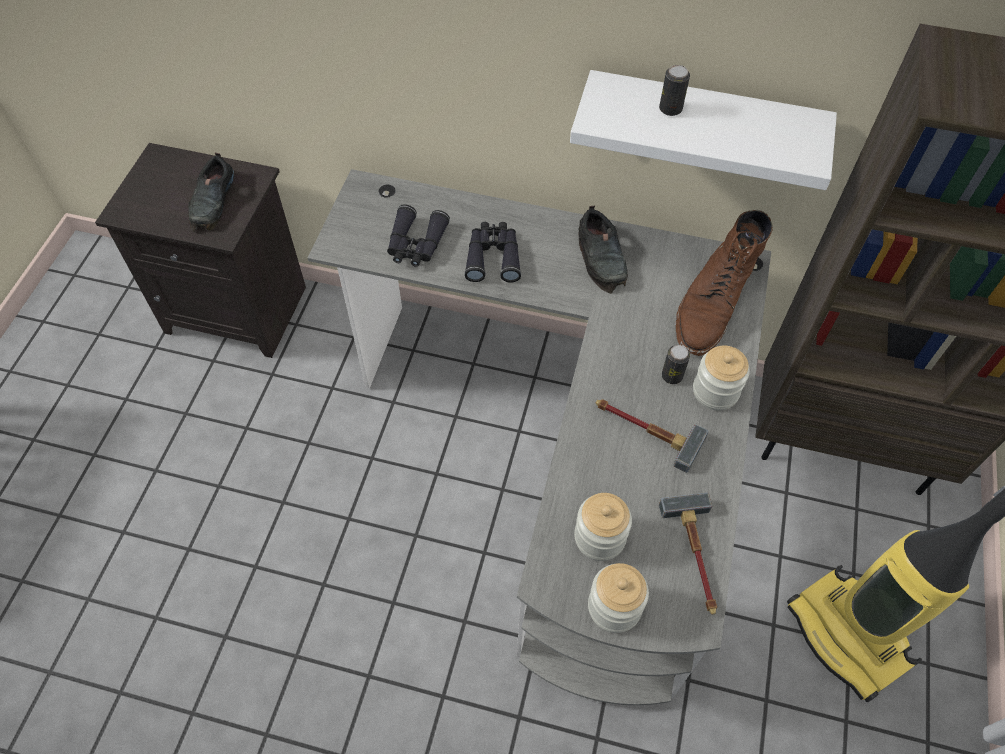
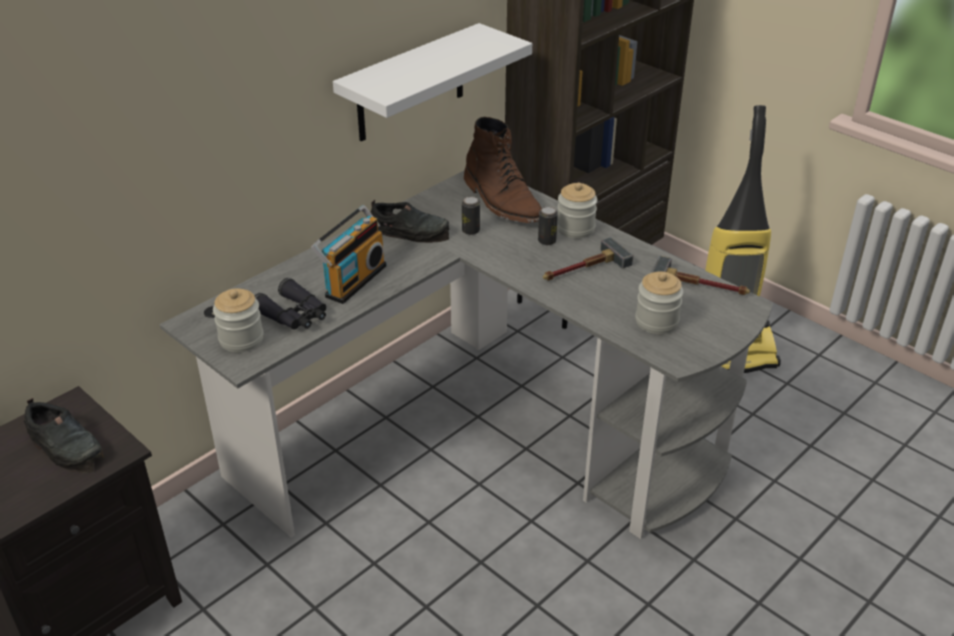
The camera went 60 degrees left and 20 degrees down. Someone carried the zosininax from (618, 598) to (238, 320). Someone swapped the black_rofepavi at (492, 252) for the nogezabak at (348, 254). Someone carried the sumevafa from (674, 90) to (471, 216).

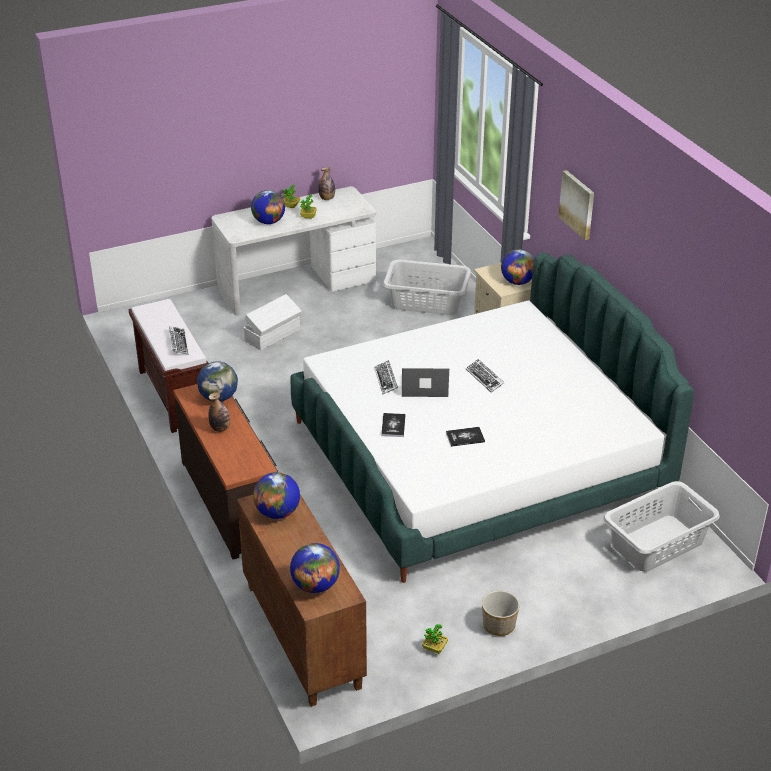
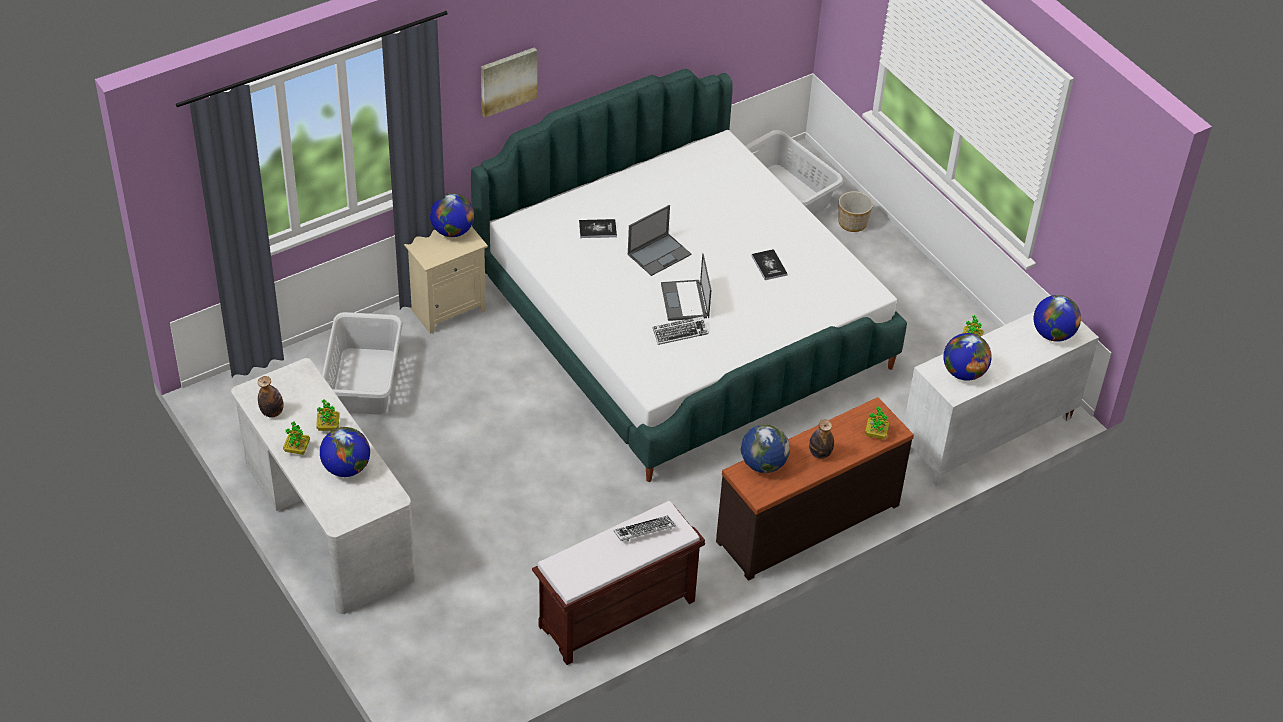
The camera went 100 degrees left and 10 degrees up. Someone carried the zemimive from (393, 425) to (598, 228). Someone swapped the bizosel at (485, 376) for the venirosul at (659, 240). Someone carried the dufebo from (501, 613) to (855, 211). Someone put down the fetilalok at (877, 423). Someone repainted the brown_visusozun at (302, 600), which became the white_visusozun at (1001, 398). Someone took away the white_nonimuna at (273, 322).

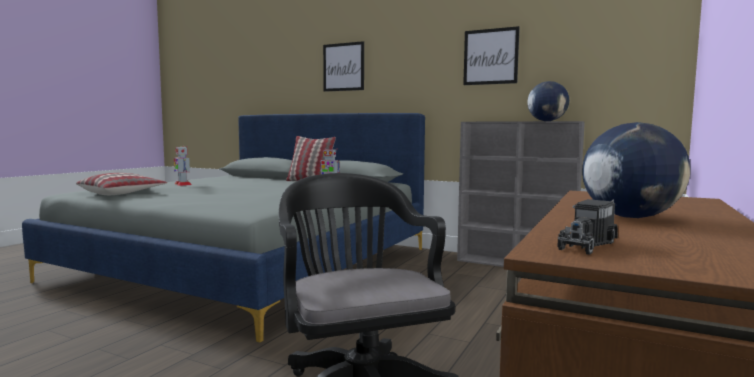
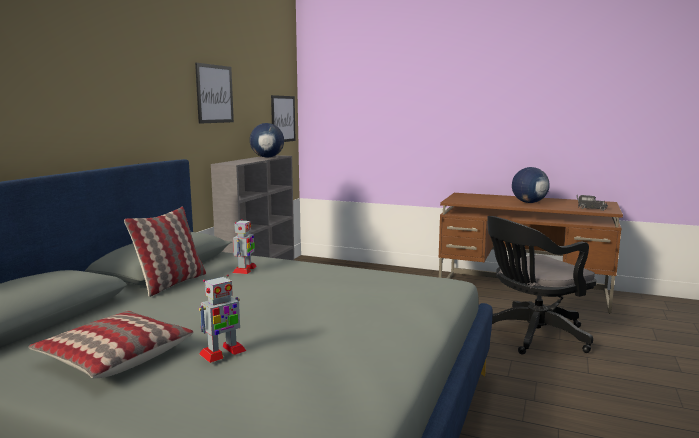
The camera went 95 degrees left and 5 degrees up. Someone carried the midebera from (121, 184) to (111, 345). Someone carried the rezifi from (343, 66) to (283, 118).

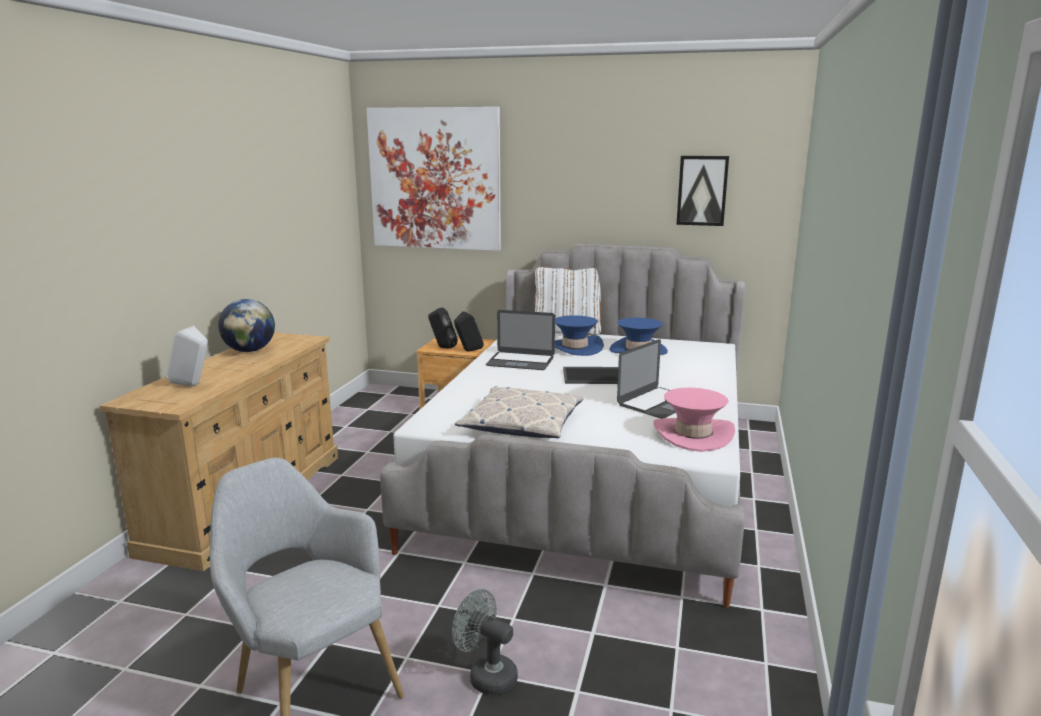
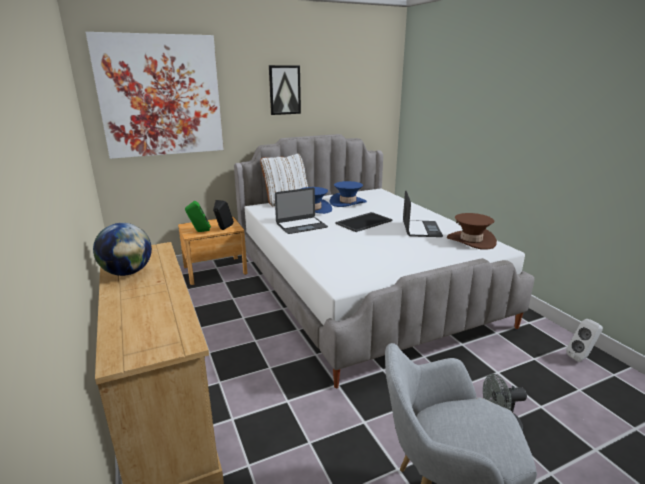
The camera went 40 degrees left and 5 degrees up. Someone repainted the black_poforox at (443, 328), which became the green_poforox at (198, 216). Someone carried the rezifi from (702, 191) to (285, 90). Someone repainted the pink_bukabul at (694, 419), which became the brown_bukabul at (472, 231). Someone carried the white_poforox from (187, 356) to (584, 340). Someone took away the midebera at (519, 412).

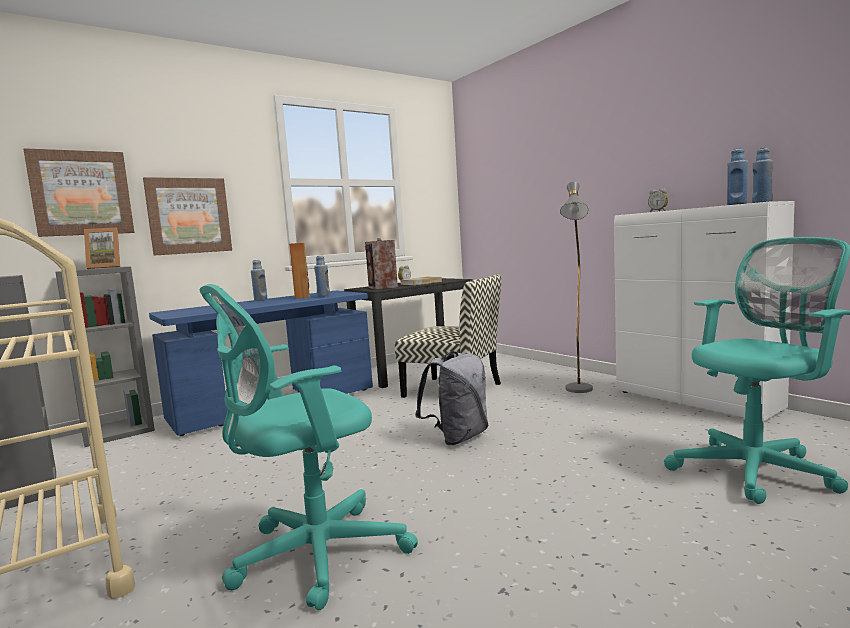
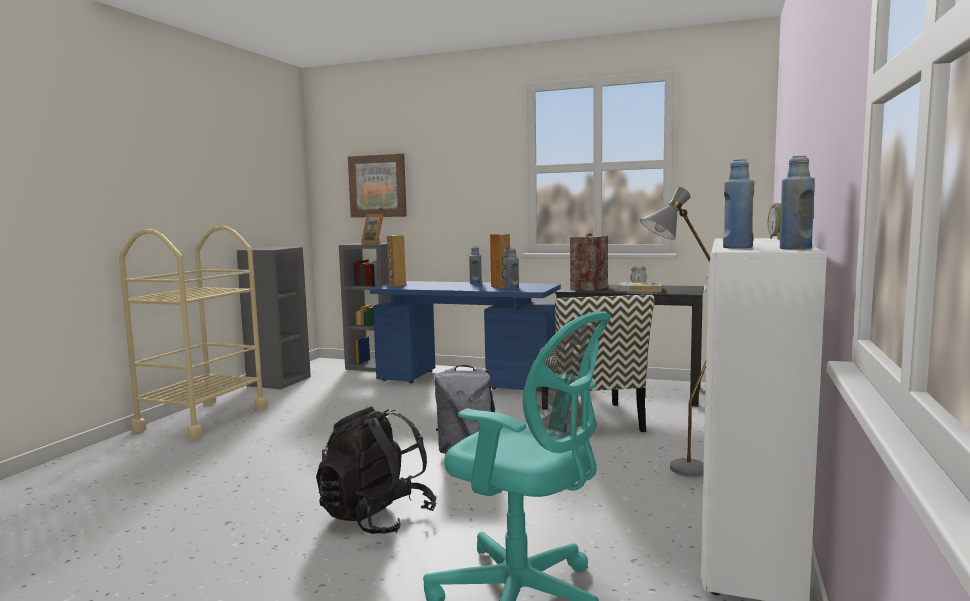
The camera went 55 degrees right and 0 degrees up. Someone put down the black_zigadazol at (376, 470). Someone put down the brown_poforox at (396, 260). Someone took away the rezifi at (187, 216). Someone took away the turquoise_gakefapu at (308, 447).

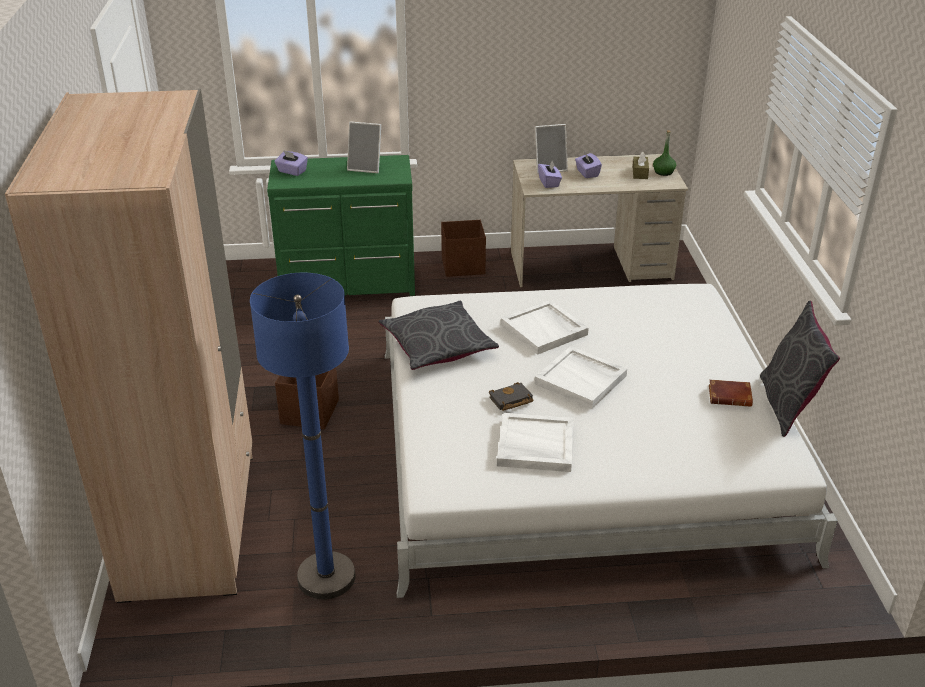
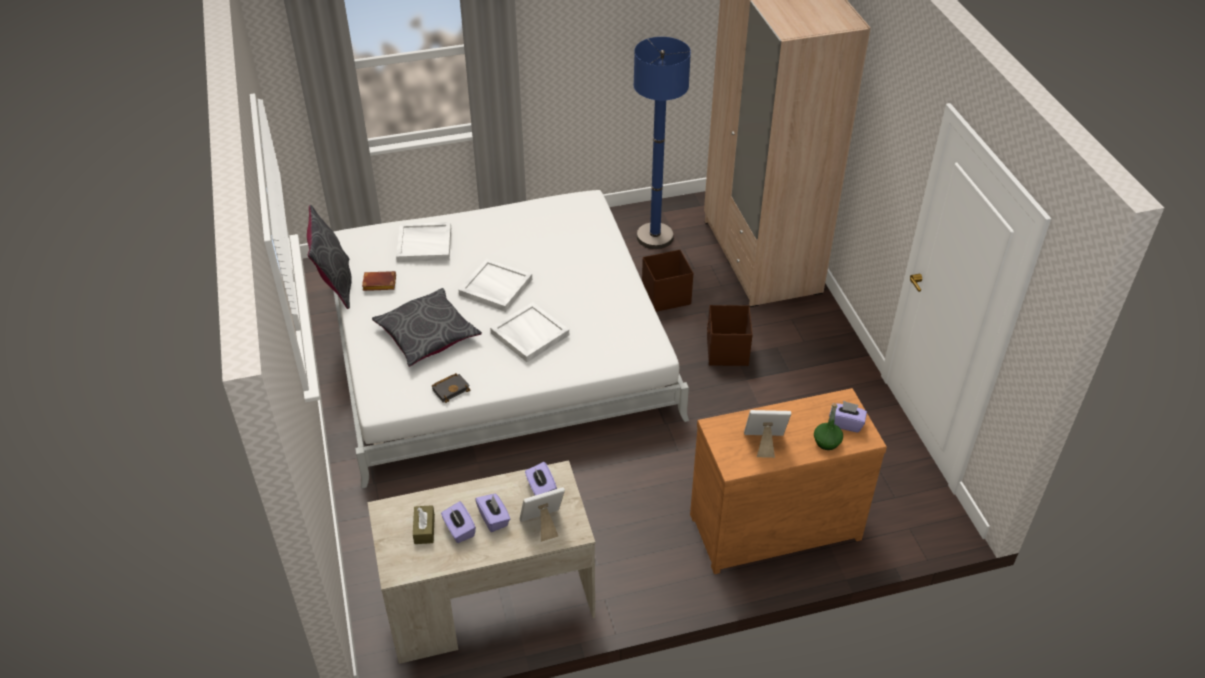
The camera went 170 degrees right and 10 degrees up. Someone carried the grey_midebera from (438, 335) to (427, 327). Someone carried the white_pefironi from (535, 442) to (423, 242). Someone carried the black_zemimive from (511, 396) to (451, 388). Someone put down the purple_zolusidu at (458, 522). Someone carried the brown_nonimuna from (463, 248) to (667, 281). Someone repainted the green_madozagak at (341, 225), which became the brown_madozagak at (788, 481). Someone carried the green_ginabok from (664, 153) to (828, 426).

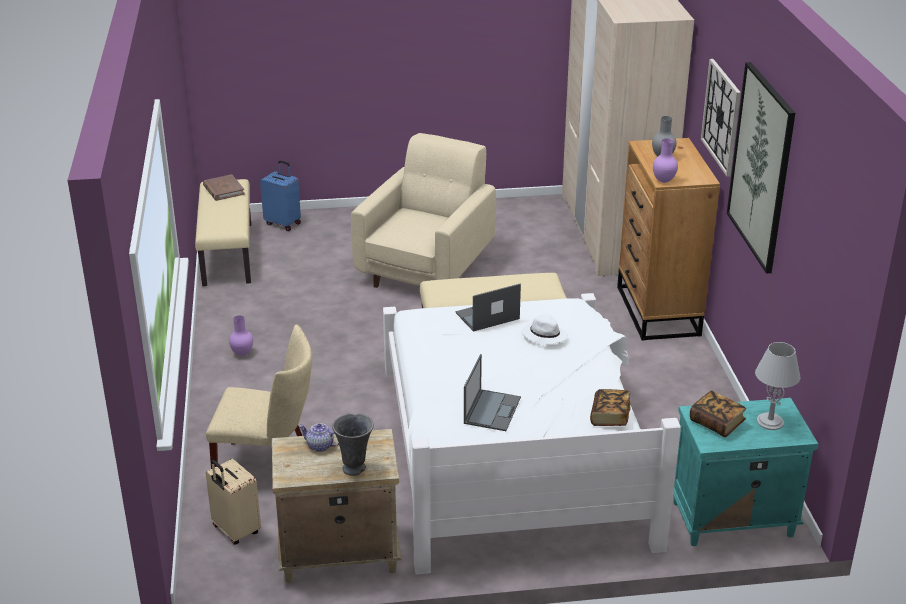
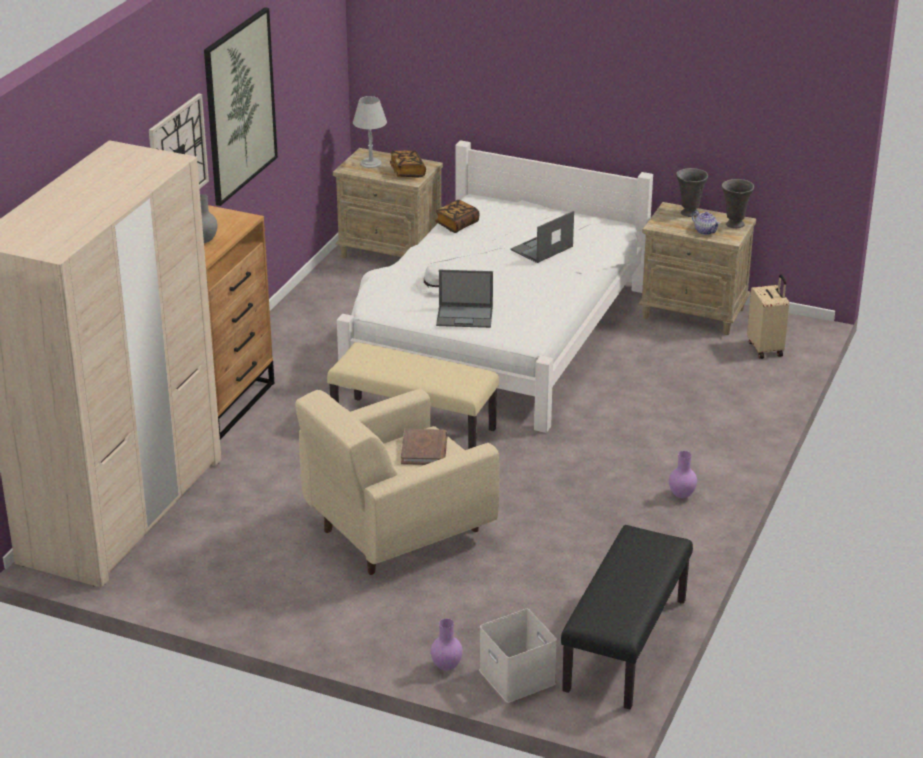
The camera went 150 degrees left and 0 degrees up. Someone repainted the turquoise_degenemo at (746, 472), which became the beige_degenemo at (388, 203). Someone carried the brown_zemimive from (224, 187) to (424, 447). Someone carried the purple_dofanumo from (665, 160) to (447, 645). Someone swapped the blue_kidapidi at (280, 195) for the white_nonimuna at (518, 656). Someone repainted the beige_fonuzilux at (223, 232), which became the black_fonuzilux at (627, 617). Someone put down the grey_dofanumo at (738, 203). Someone took away the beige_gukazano at (259, 397).

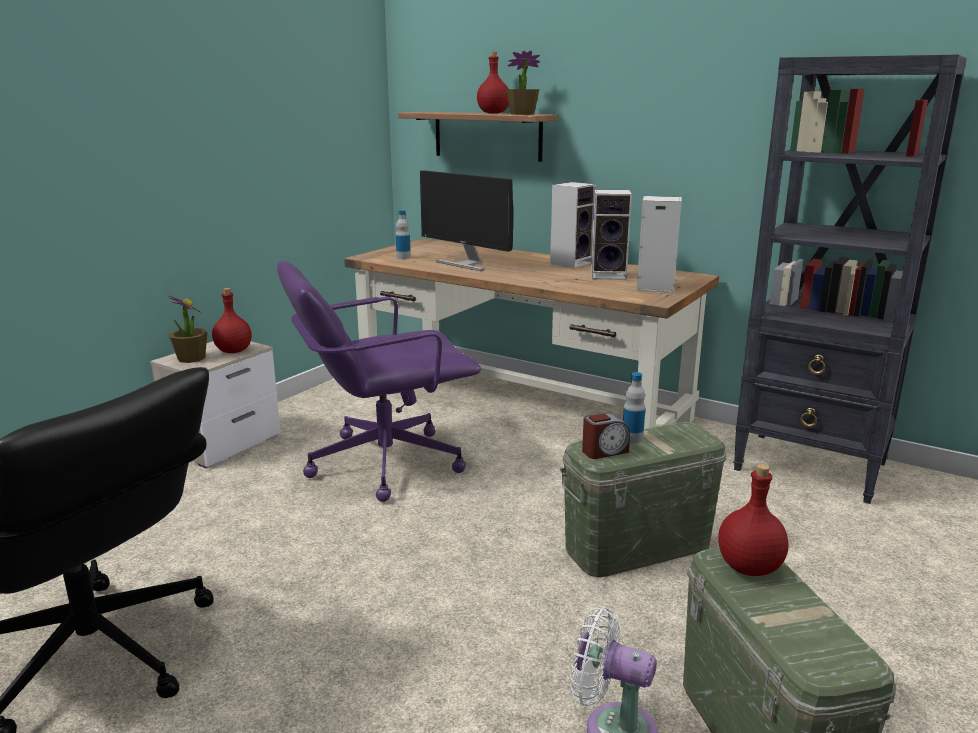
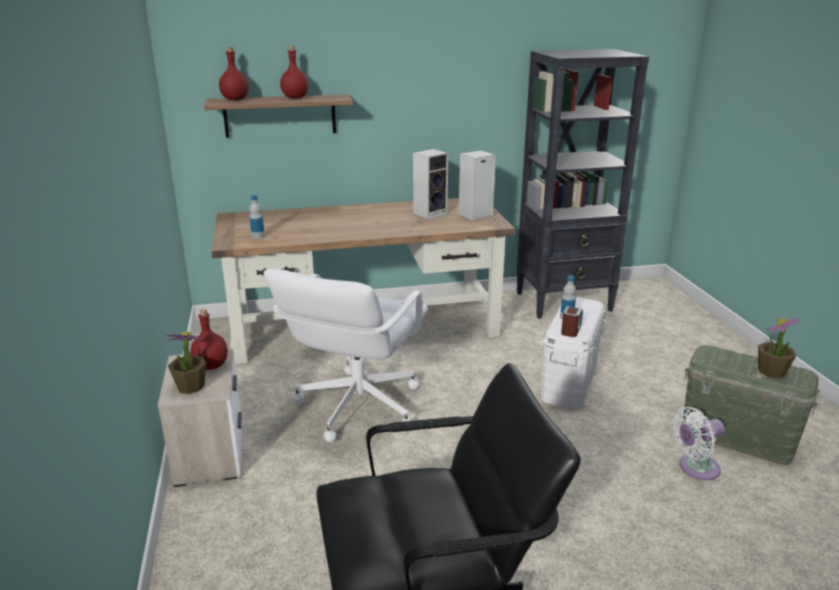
The camera went 45 degrees left and 5 degrees up. Someone carried the red_ginabok from (753, 520) to (234, 73). Someone repainted the purple_gakefapu at (379, 381), which became the white_gakefapu at (346, 355). Someone repainted the green_nonimuna at (643, 499), which became the white_nonimuna at (573, 353). Someone carried the fetilalok from (523, 82) to (779, 348). Someone took away the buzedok at (466, 220). Someone took away the poforox at (573, 225).

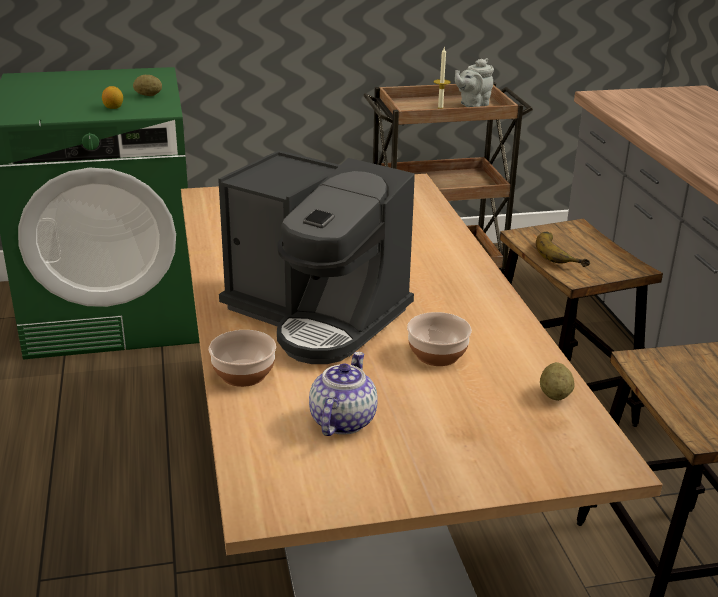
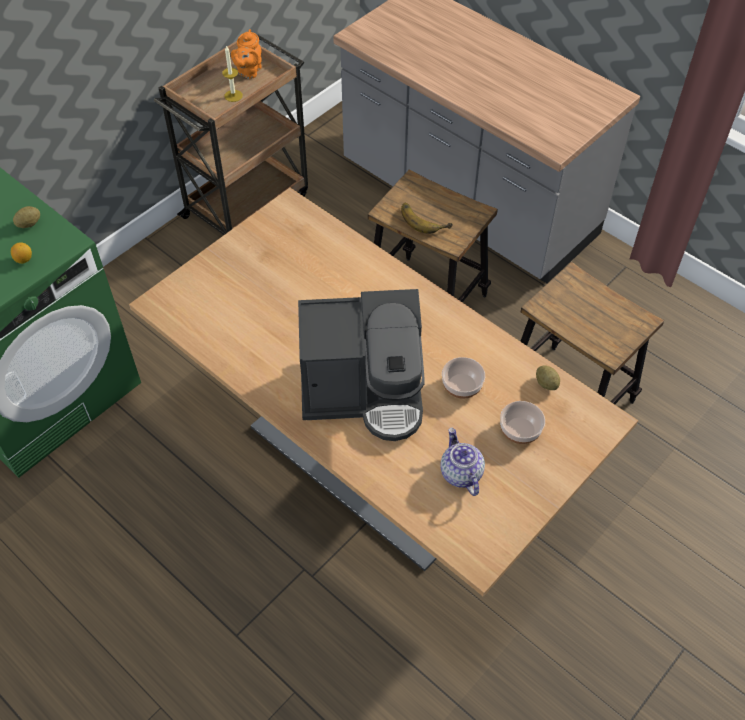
The camera went 35 degrees left and 25 degrees up. Someone repainted the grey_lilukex at (474, 82), which became the orange_lilukex at (246, 54). Someone carried the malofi from (242, 358) to (522, 422).

